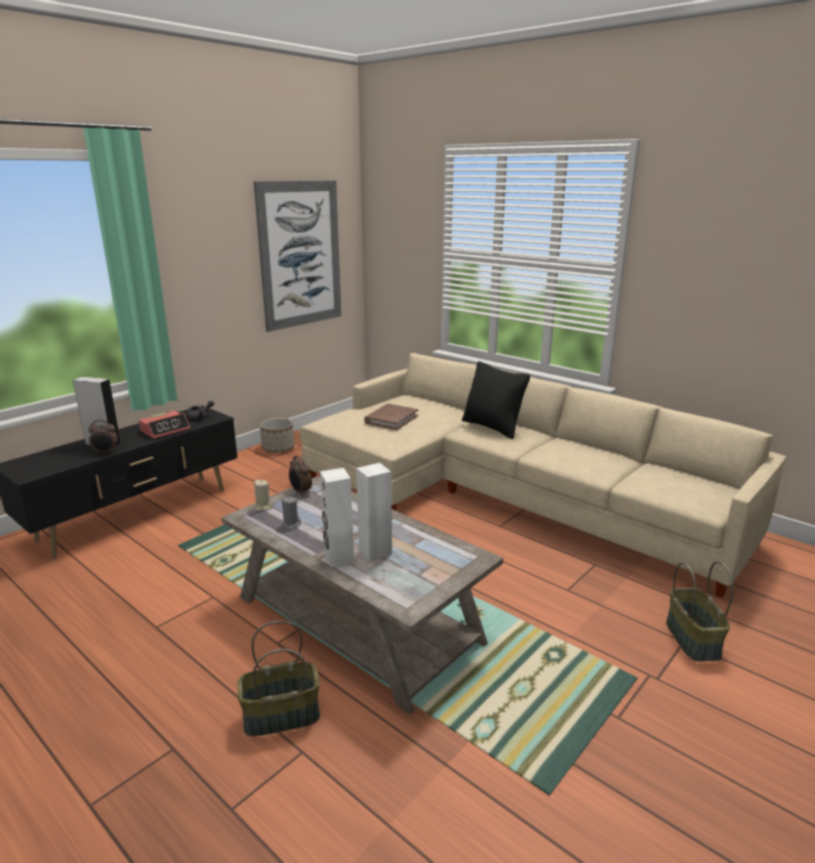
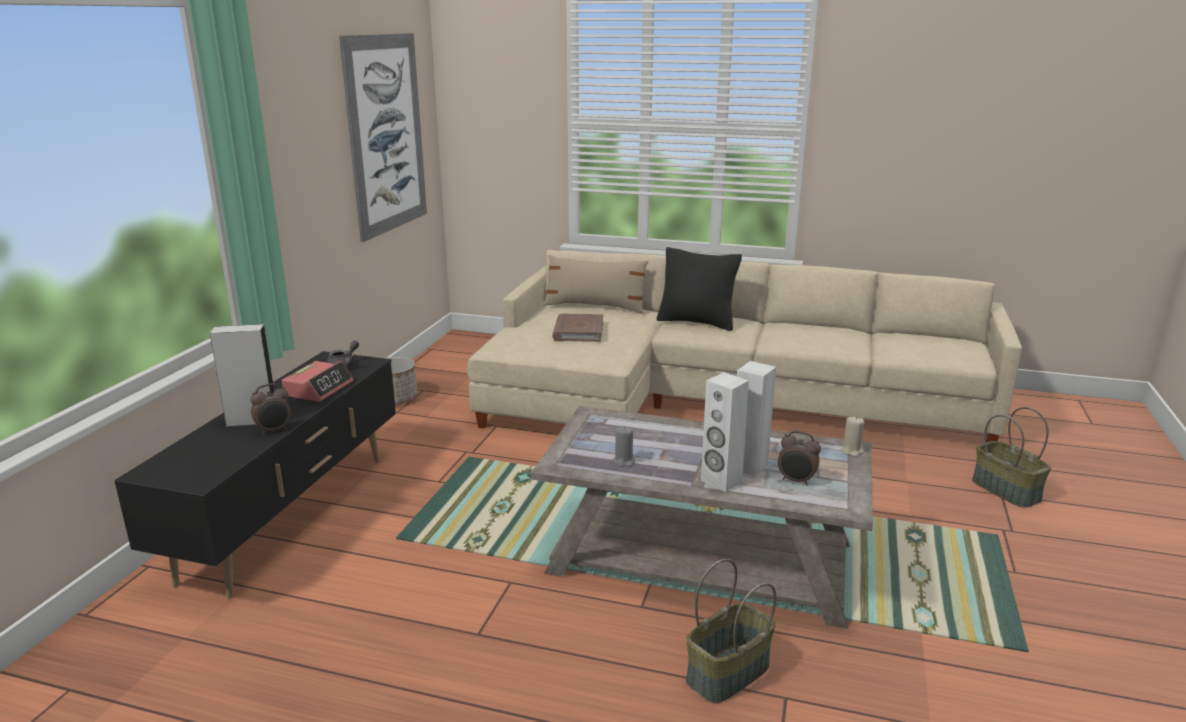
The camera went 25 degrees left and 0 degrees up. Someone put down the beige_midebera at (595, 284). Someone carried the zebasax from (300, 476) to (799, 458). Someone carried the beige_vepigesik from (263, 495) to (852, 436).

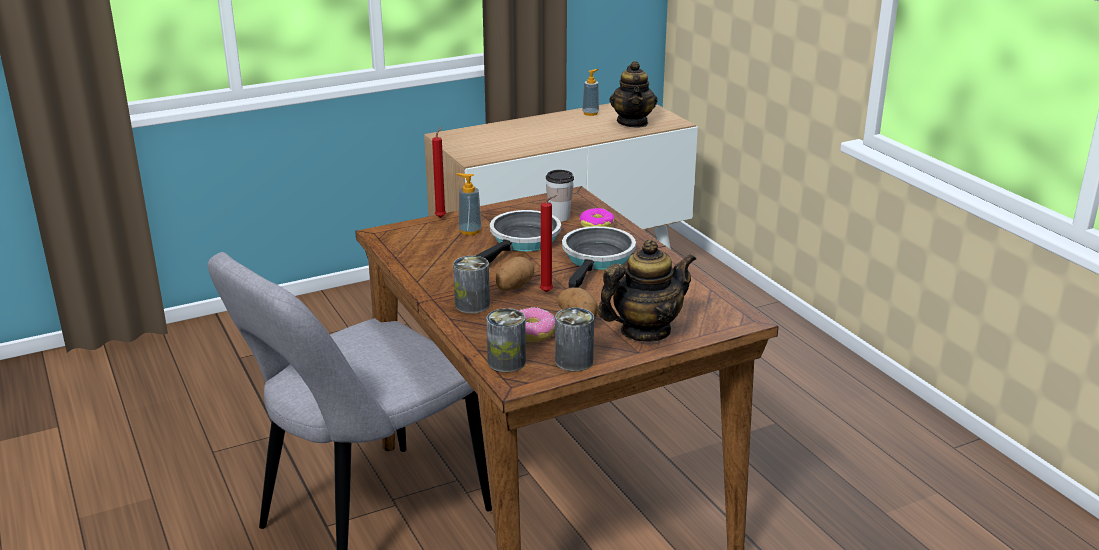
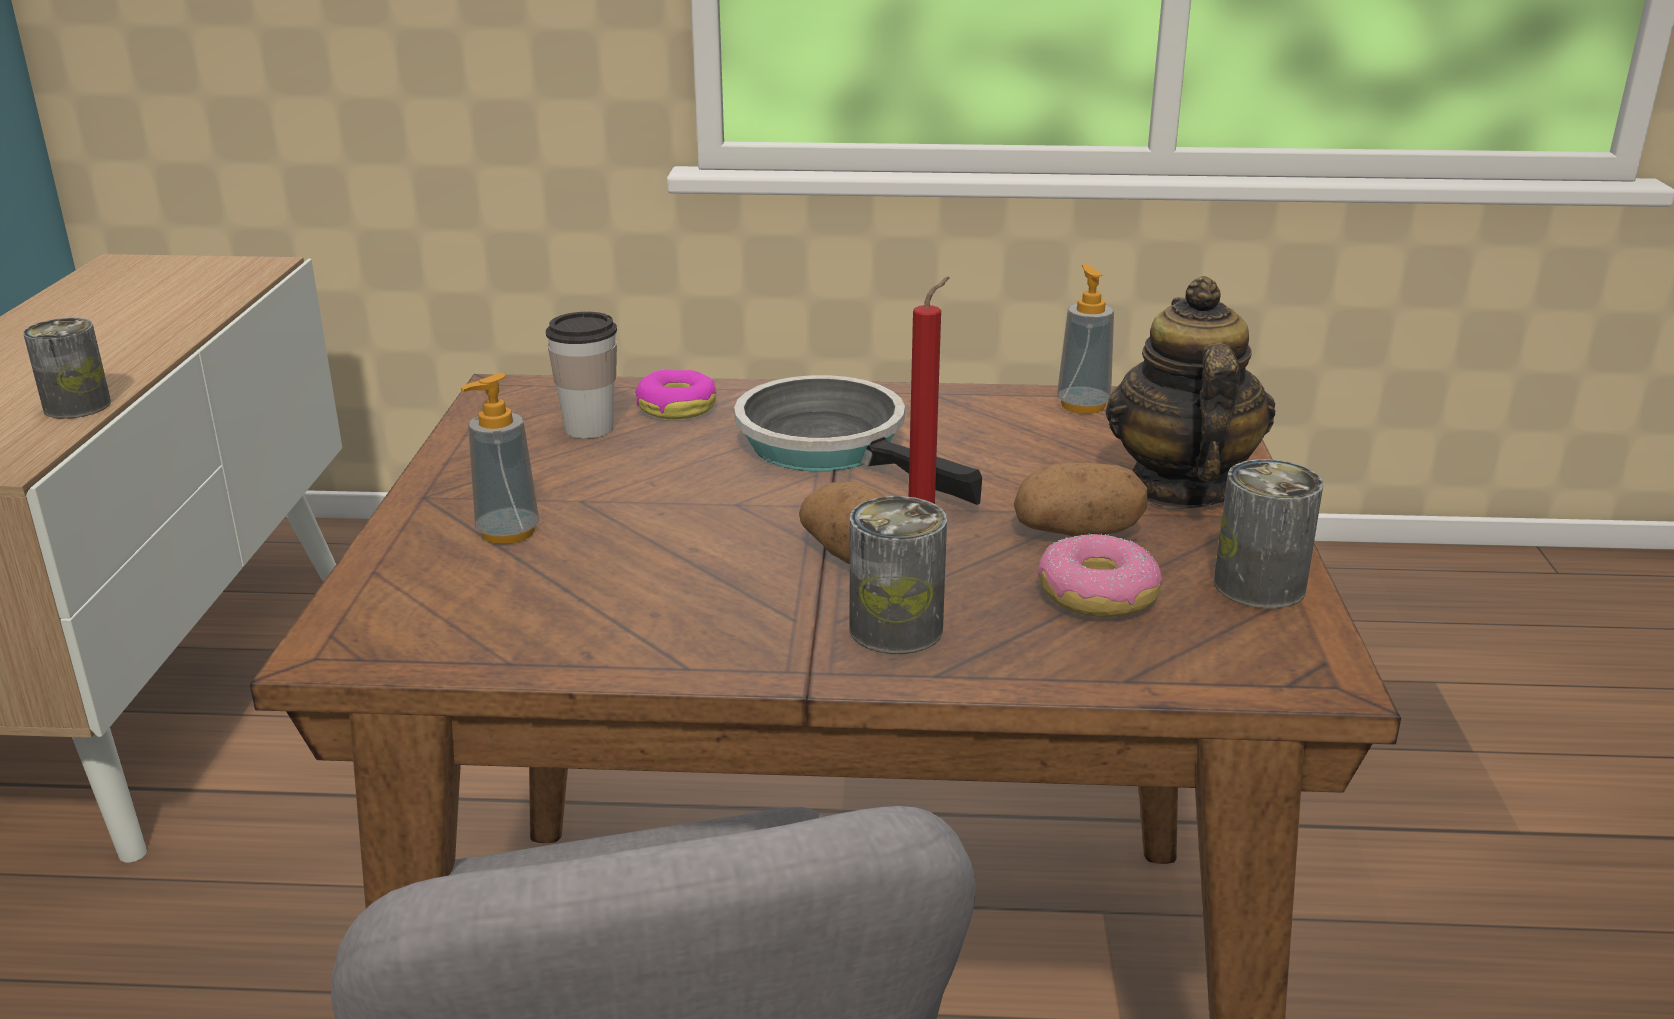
The camera went 60 degrees left and 0 degrees up. Someone carried the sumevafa from (506, 340) to (67, 368). Someone carried the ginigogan from (590, 92) to (1085, 339). Someone took away the red_vepigesik at (439, 172). Someone took away the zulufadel at (518, 236). Someone took away the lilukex at (633, 94).

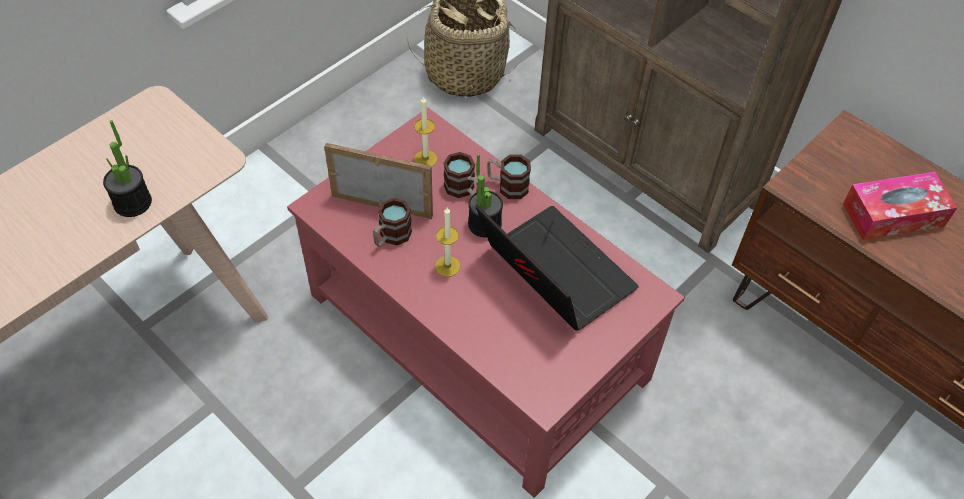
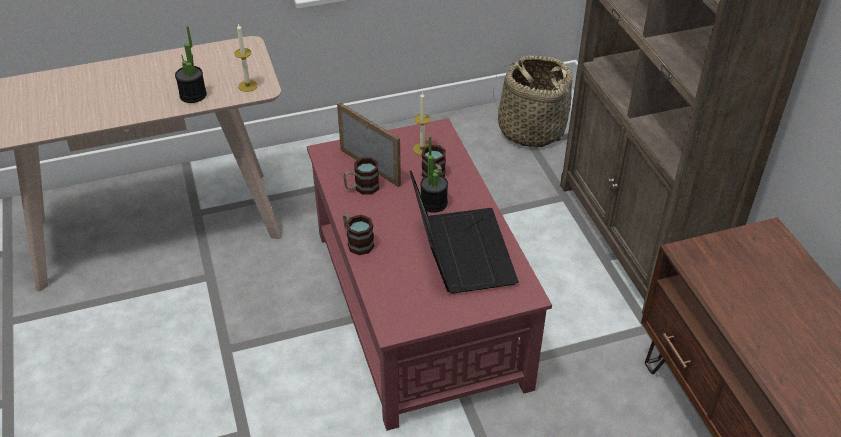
The camera went 30 degrees right and 10 degrees down. Someone carried the vepigesik from (447, 242) to (246, 57). Someone carried the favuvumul from (509, 177) to (358, 234). Someone took away the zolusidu at (900, 206).

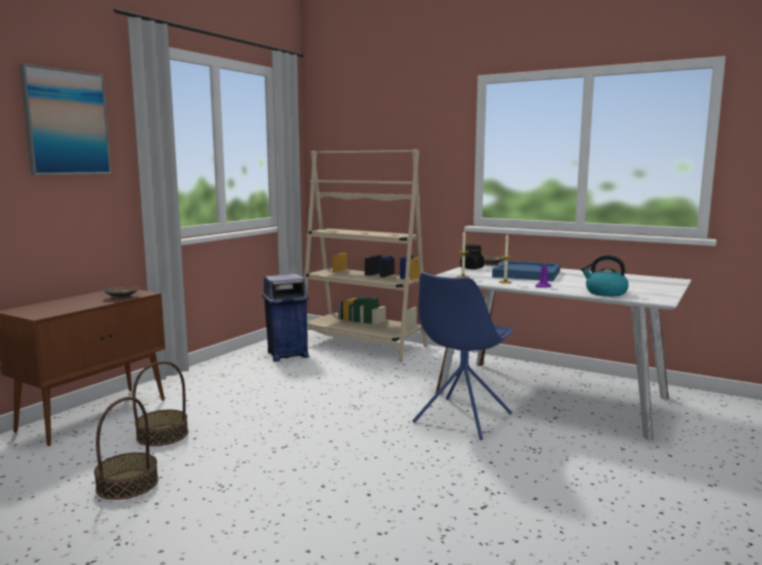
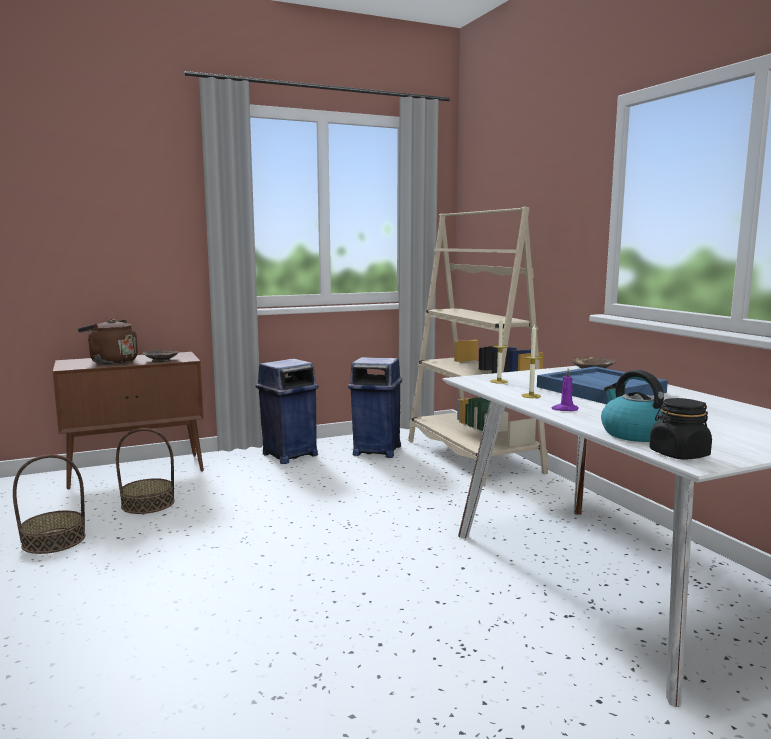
The camera went 35 degrees right and 0 degrees up. Someone put down the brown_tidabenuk at (108, 342). Someone put down the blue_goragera at (287, 411). Someone carried the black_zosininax from (472, 256) to (680, 429). Someone took away the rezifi at (65, 119). Someone took away the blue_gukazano at (462, 356).

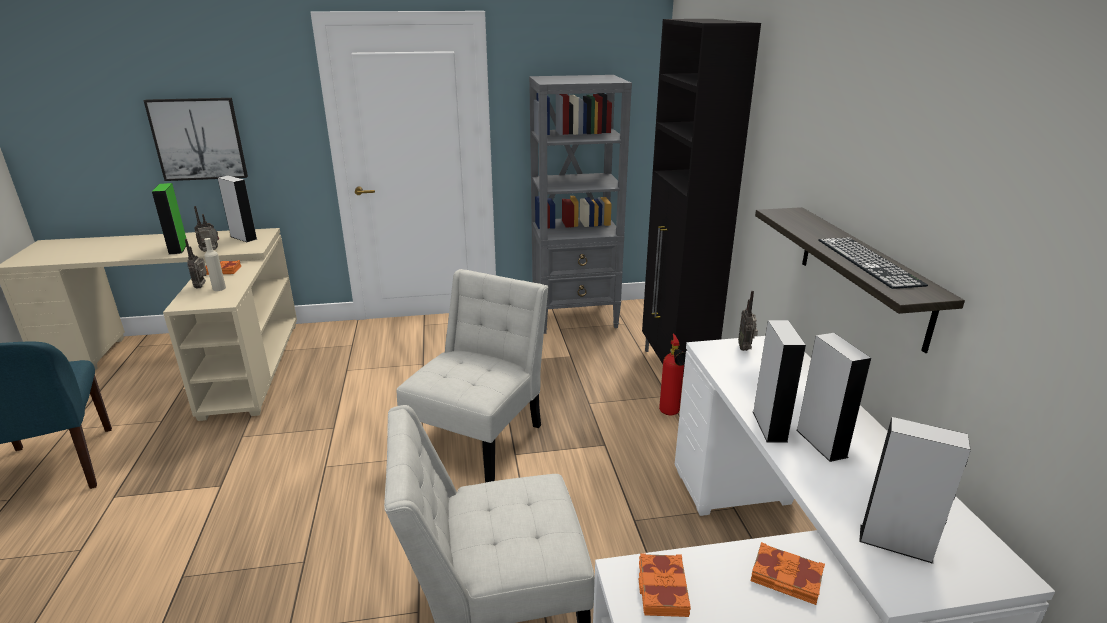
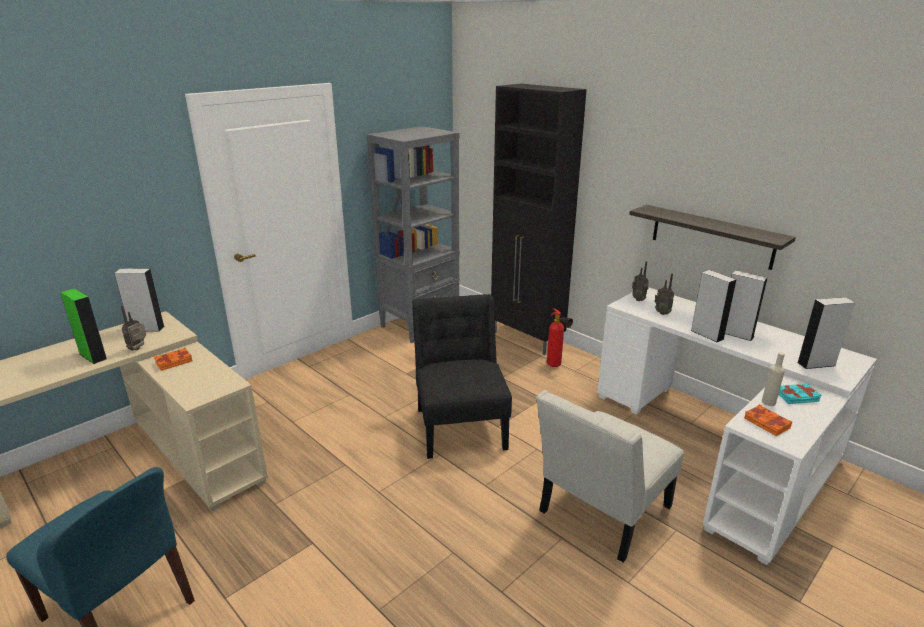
The camera went 35 degrees left and 0 degrees up. Someone repainted the white_gukazano at (473, 376), which became the black_gukazano at (462, 376). Someone carried the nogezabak from (196, 263) to (664, 294). Someone carried the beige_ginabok from (215, 264) to (773, 379). Someone repainted the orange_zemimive at (788, 573), which became the turquoise_zemimive at (799, 393). Someone took away the rezifi at (195, 139). Someone took away the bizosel at (873, 263).

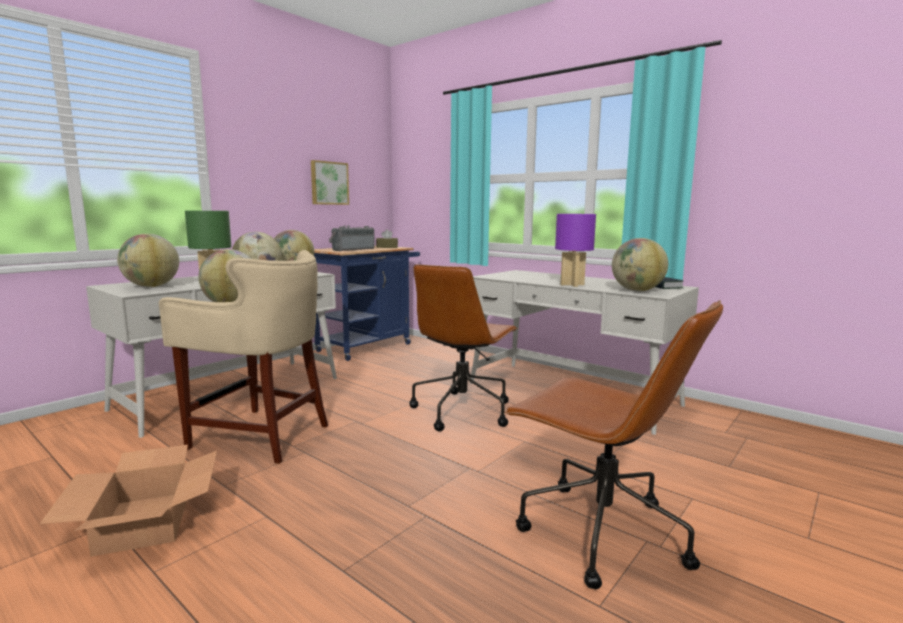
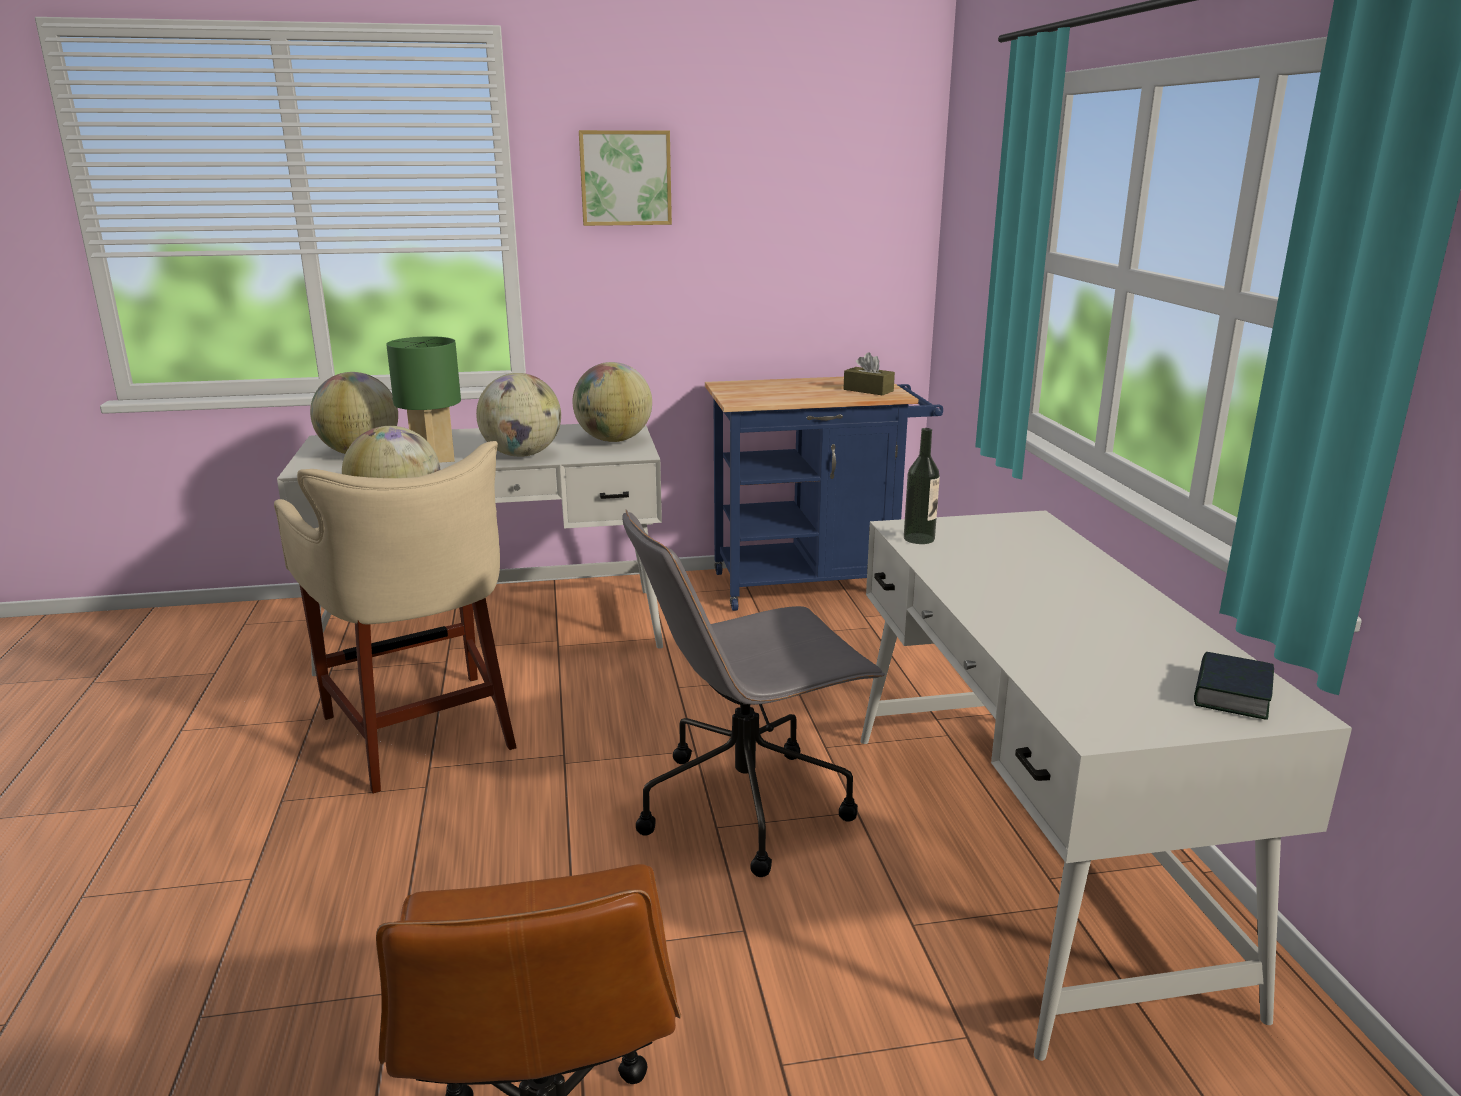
The camera went 40 degrees right and 10 degrees up. Someone carried the rezifi from (330, 182) to (625, 178). Someone repainted the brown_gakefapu at (464, 348), which became the grey_gakefapu at (753, 693). Someone put down the ginabok at (922, 486). Someone took away the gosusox at (128, 501). Someone took away the nogezabak at (352, 238). Someone took away the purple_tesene at (575, 250). Someone took away the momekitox at (640, 264).

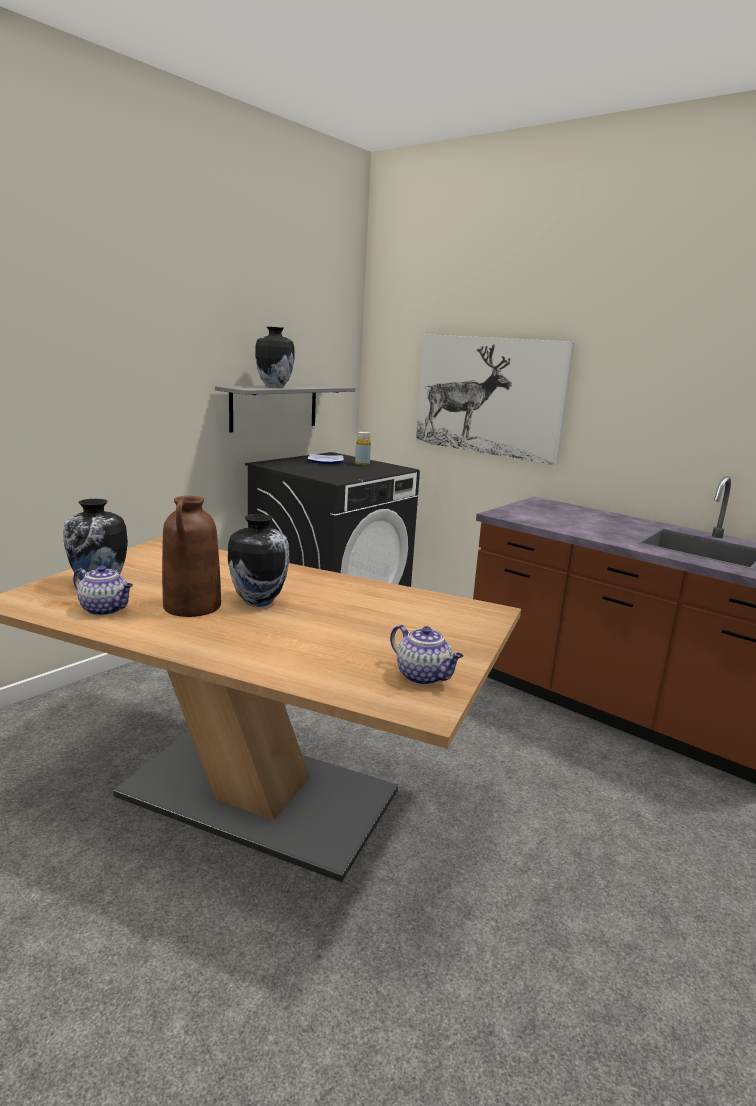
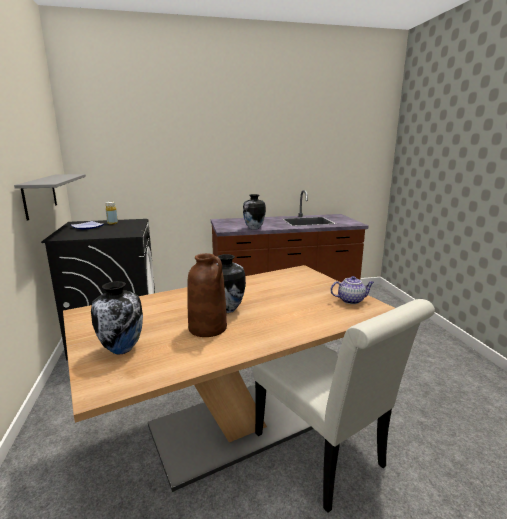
The camera went 50 degrees left and 0 degrees up. Someone carried the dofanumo from (275, 357) to (254, 212). Someone put down the white_gukazano at (344, 406). Someone took away the lilukex at (103, 591). Someone took away the rezifi at (495, 399).

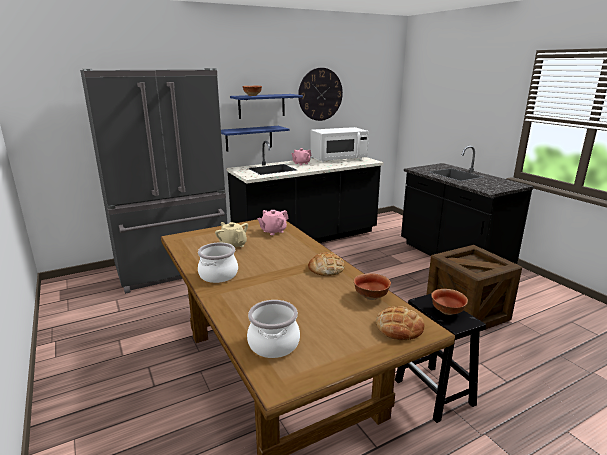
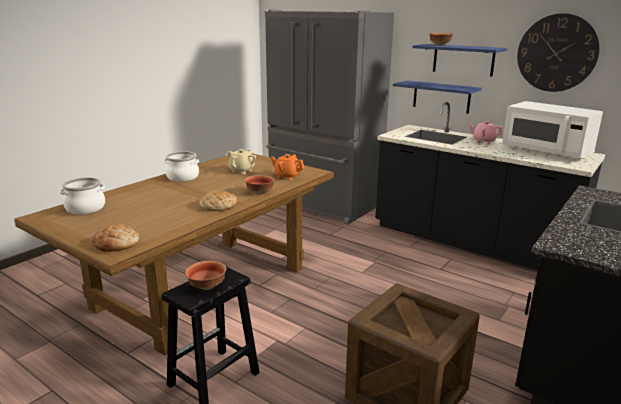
The camera went 65 degrees right and 0 degrees up. Someone carried the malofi from (372, 286) to (260, 185). Someone repainted the pink_lilukex at (273, 222), which became the orange_lilukex at (287, 167).

